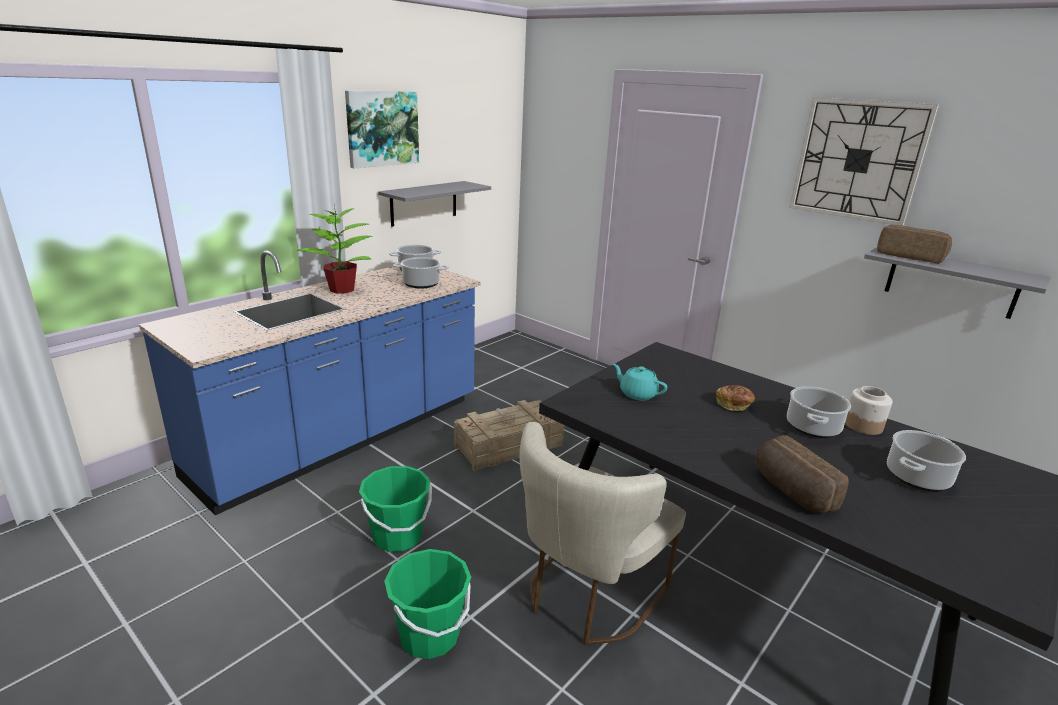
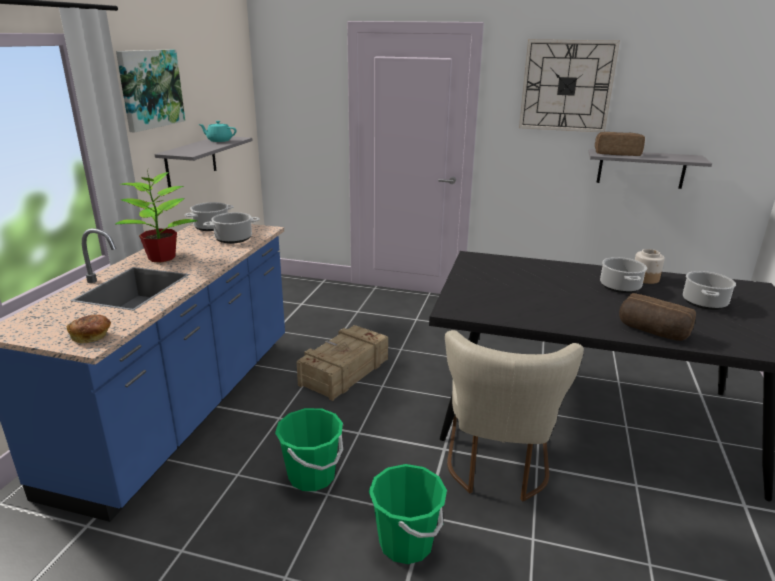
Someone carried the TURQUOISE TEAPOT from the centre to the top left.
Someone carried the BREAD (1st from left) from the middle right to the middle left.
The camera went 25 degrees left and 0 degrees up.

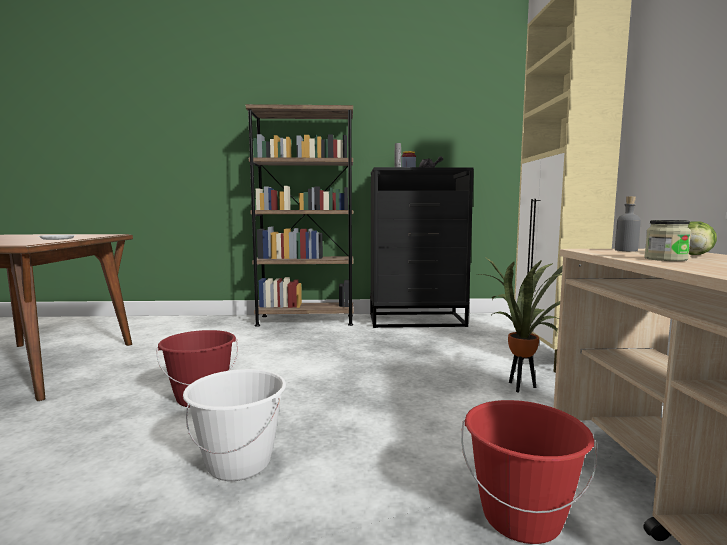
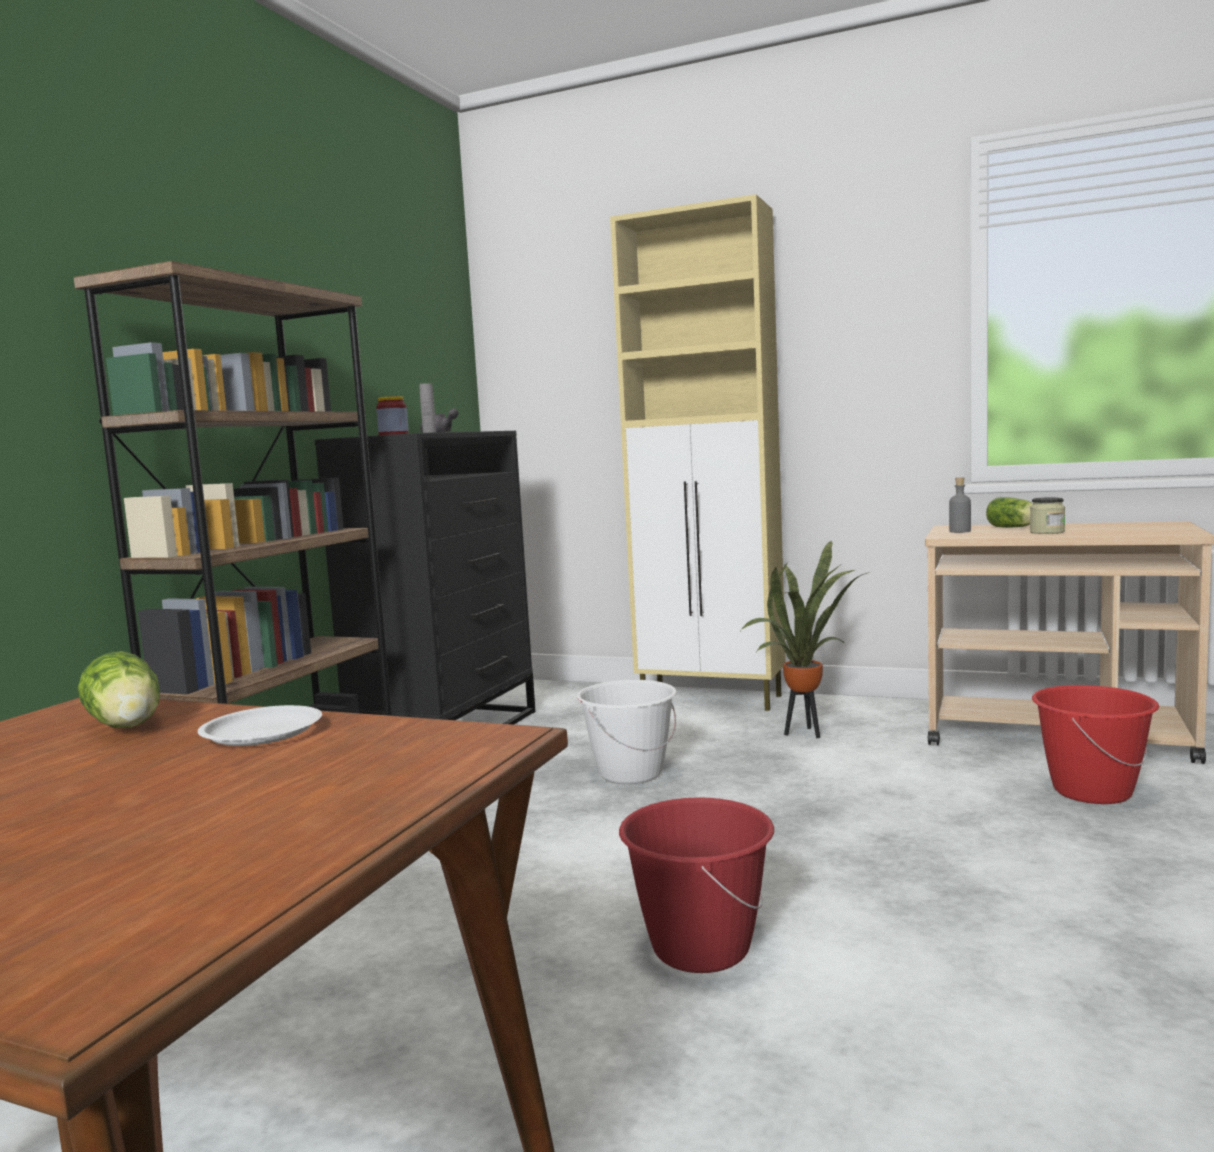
Someone put down the LETTUCE (1st from left) at the middle left.
Someone carried the WHITE BUCKET from the bottom left to the centre.
The camera went 65 degrees left and 0 degrees up.

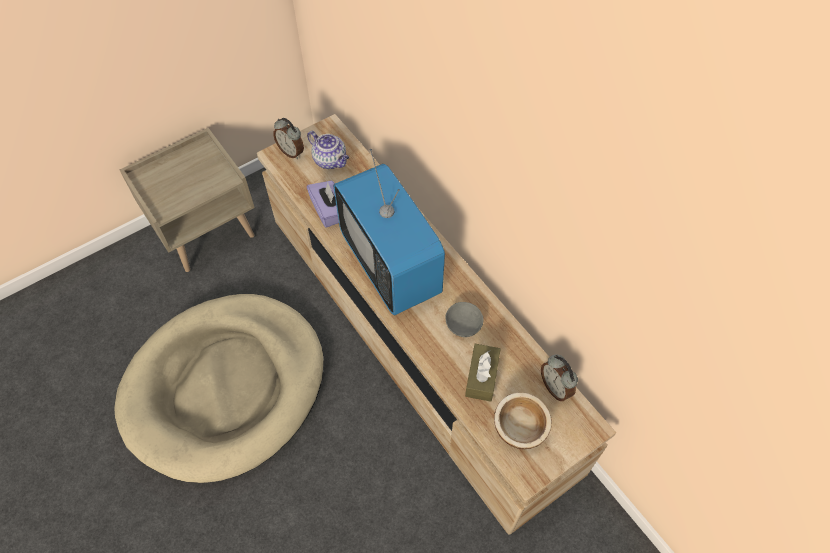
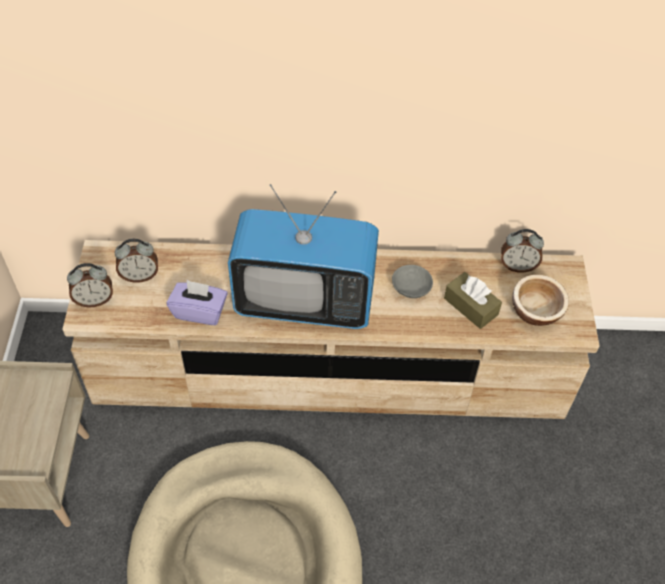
Someone swapped the TEAPOT at the top centre for the ALARM CLOCK (2nd from left) at the middle left.
The camera went 55 degrees left and 5 degrees down.

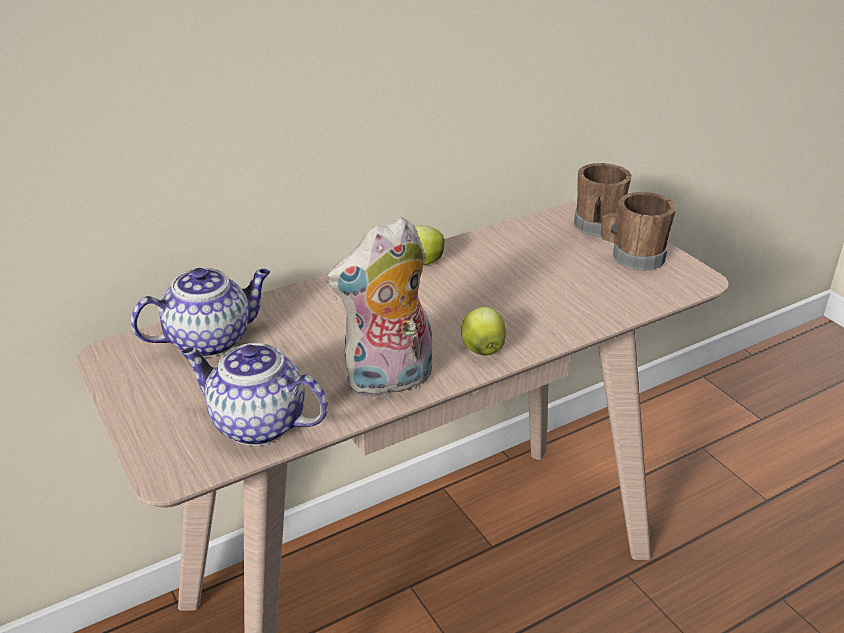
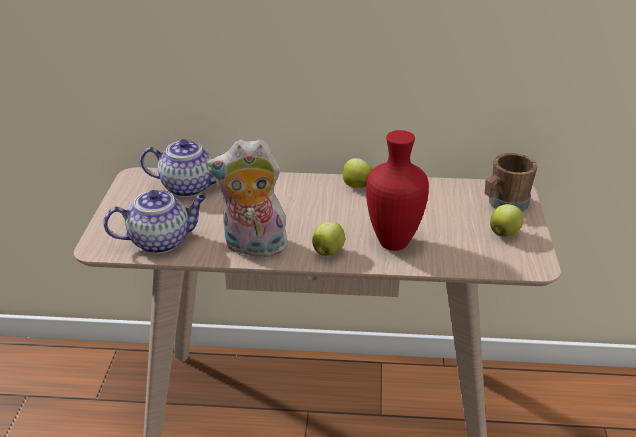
Someone put down the RED VASE at the centre.
Someone swapped the BROWN MUG (2nd from left) at the middle right for the APPLE (3rd from left) at the middle right.
Someone rotated the TEAPOT (2nd from left in the first image) at the middle left by 105 degrees clockwise.
The camera went 35 degrees right and 0 degrees up.

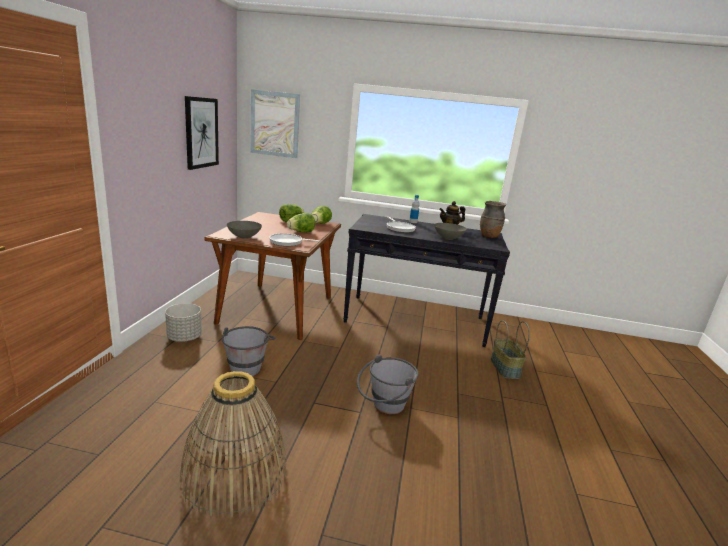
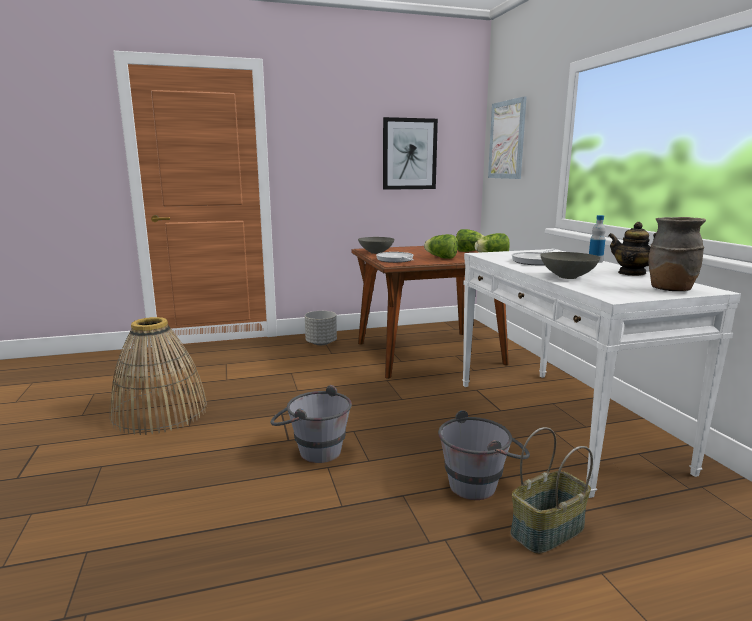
Someone carried the GREY BUCKET (1st from left in the first image) from the centre to the bottom centre.
Someone repainted the BLACK CONSOLE TABLE at the centre, which became the WHITE CONSOLE TABLE at the middle right.
The camera went 65 degrees right and 5 degrees down.

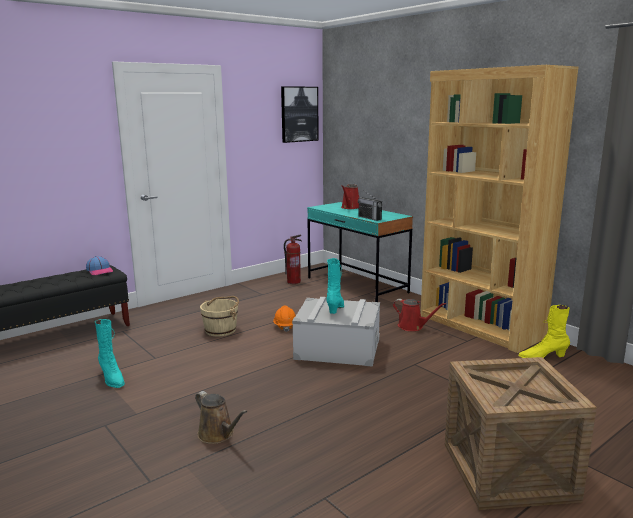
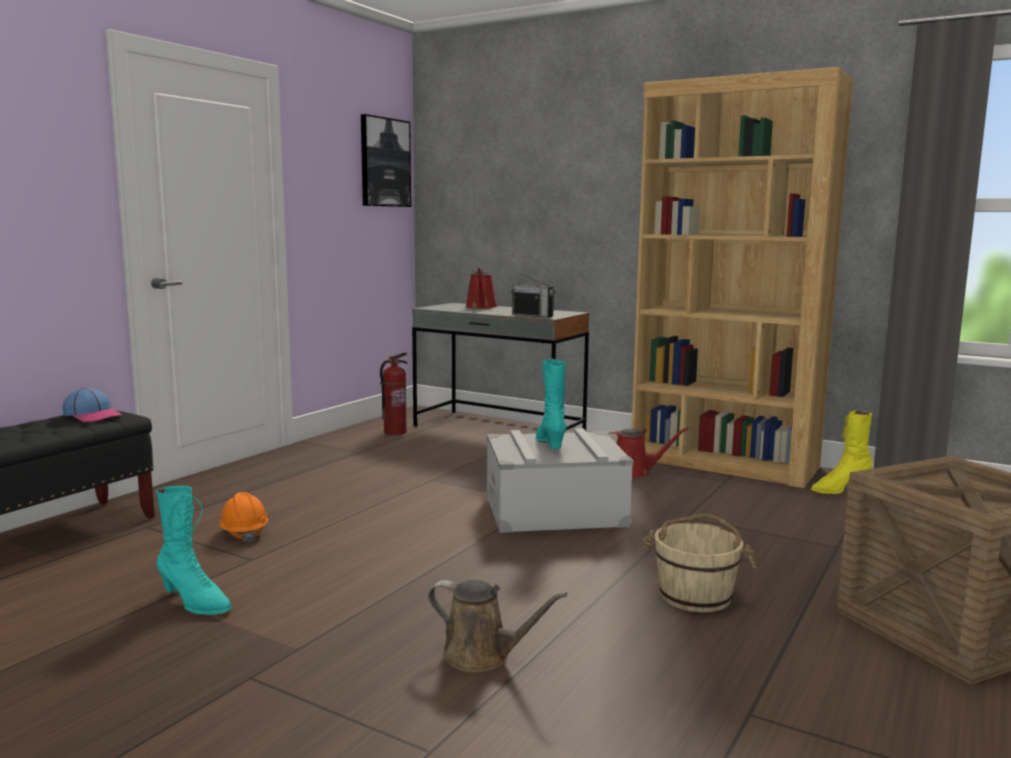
Someone carried the BEIGE BUCKET from the centre to the bottom right.
Someone carried the ORANGE HARD HAT from the centre to the bottom left.
Someone repainted the TURQUOISE DESK at the centre, which became the GREY DESK at the centre.
The camera went 20 degrees left and 5 degrees down.

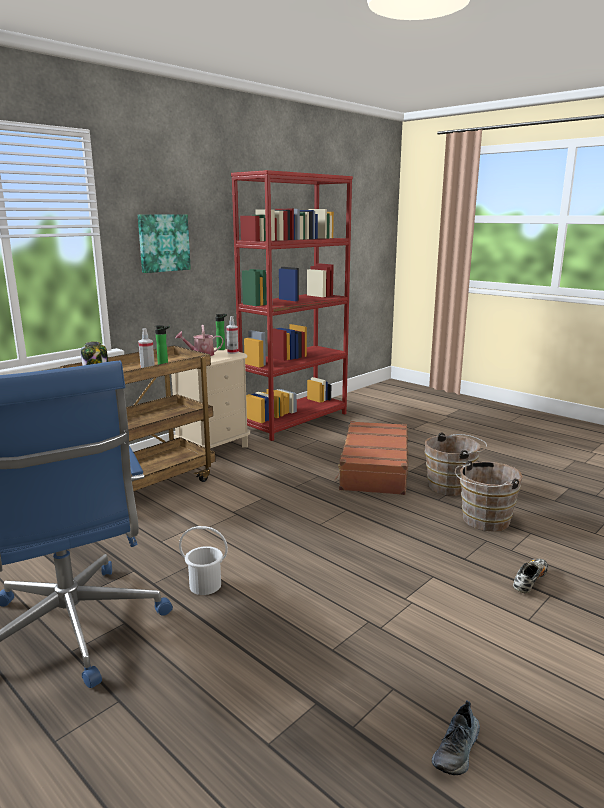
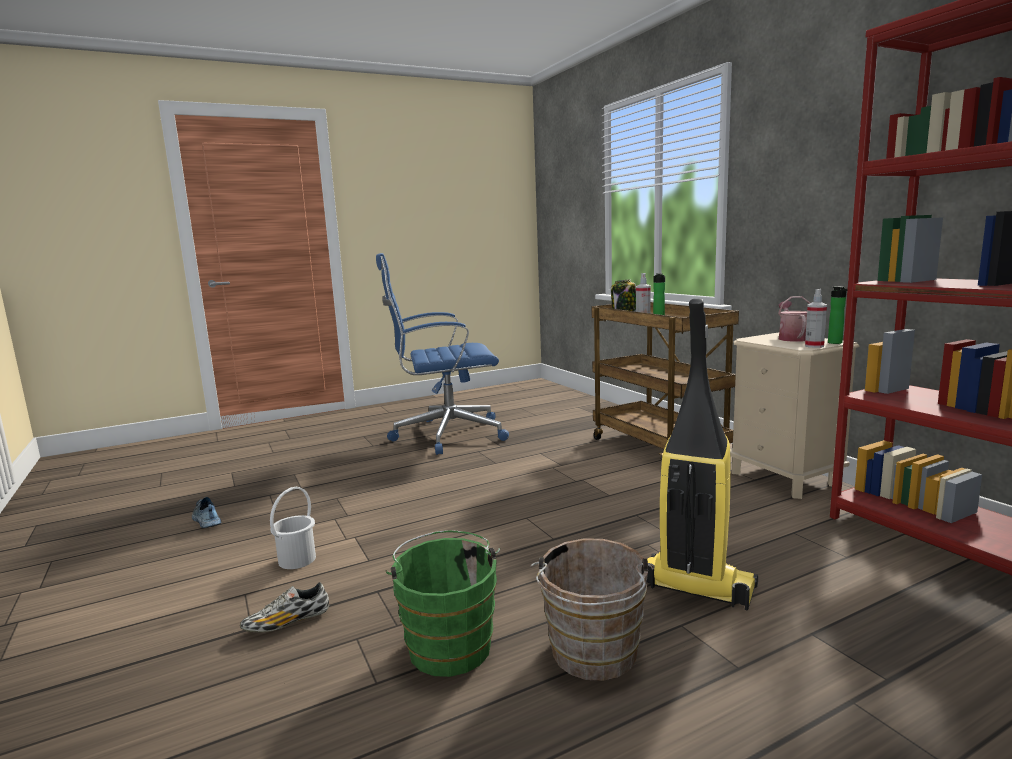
Someone took away the PICTURE at the top left.
Someone carried the WHITE BUCKET from the bottom centre to the bottom left.
Someone swapped the BROWN SUITCASE at the centre for the VACUUM CLEANER at the middle right.
Someone repainted the BROWN BUCKET (2nd from left) at the middle right, which became the GREEN BUCKET at the bottom centre.
Someone rotated the SHOE (2nd from left) at the bottom right by 90 degrees clockwise.
The camera went 110 degrees right and 5 degrees down.

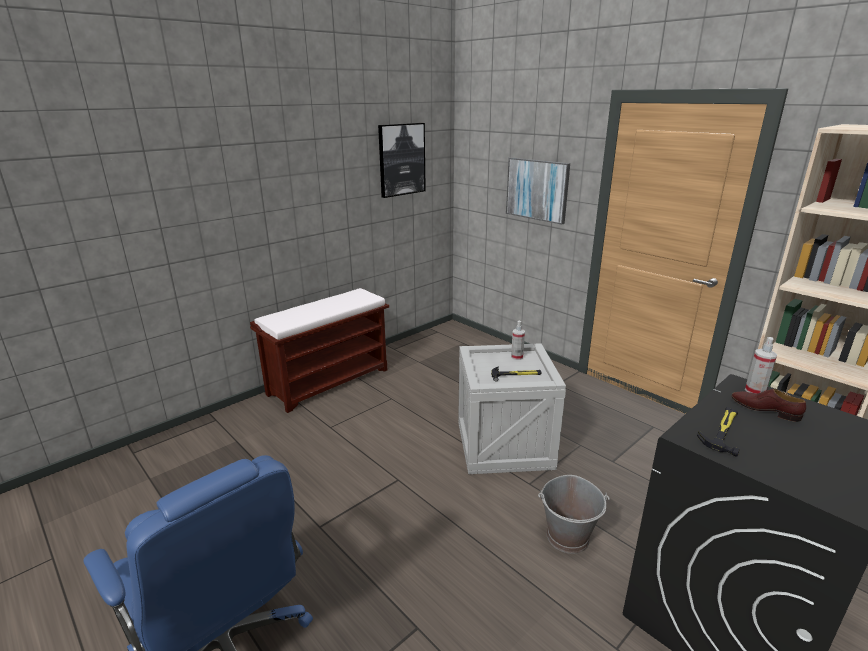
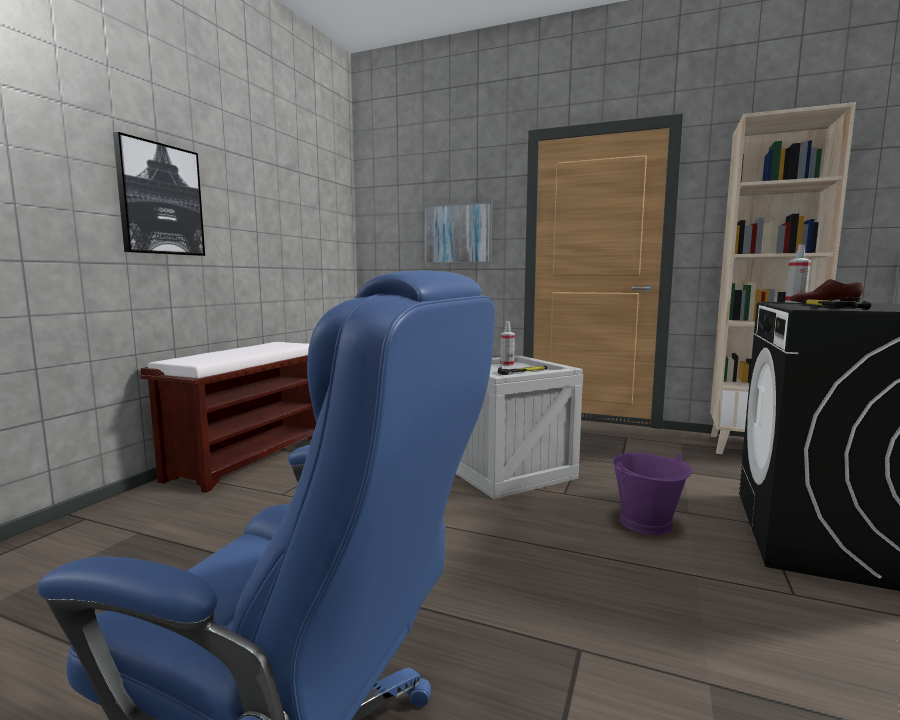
Someone carried the PICTURE (1st from left) from the top centre to the top left.
Someone repainted the GREY BUCKET at the bottom centre, which became the PURPLE BUCKET at the bottom right.
The camera went 25 degrees left and 15 degrees down.

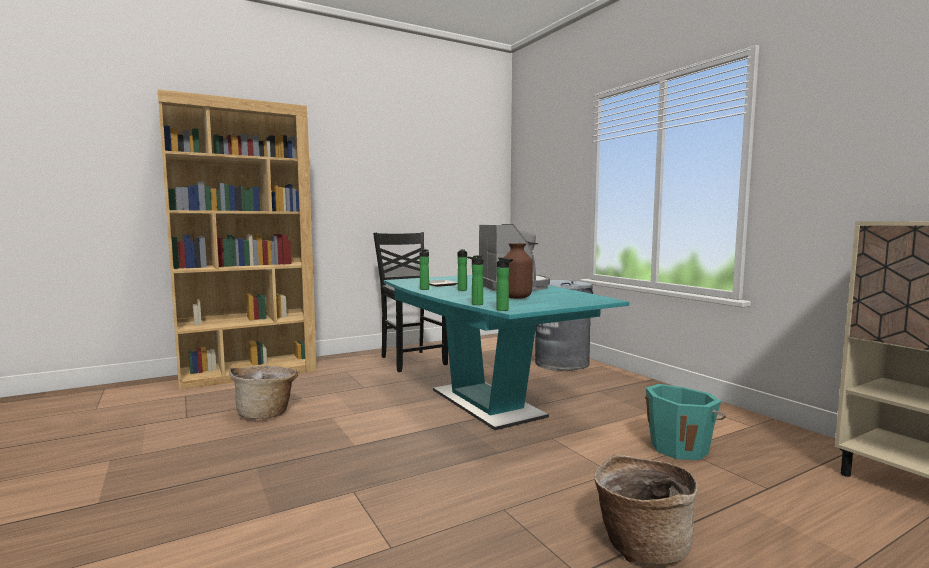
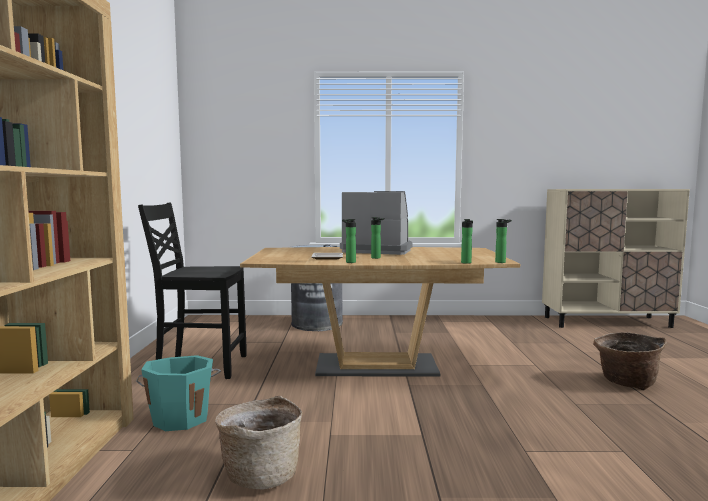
Someone took away the BROWN VASE at the centre.
Someone carried the TURQUOISE BUCKET from the bottom right to the bottom left.
Someone repainted the TURQUOISE DINING TABLE at the centre, which became the BROWN DINING TABLE at the centre.
The camera went 60 degrees left and 0 degrees up.

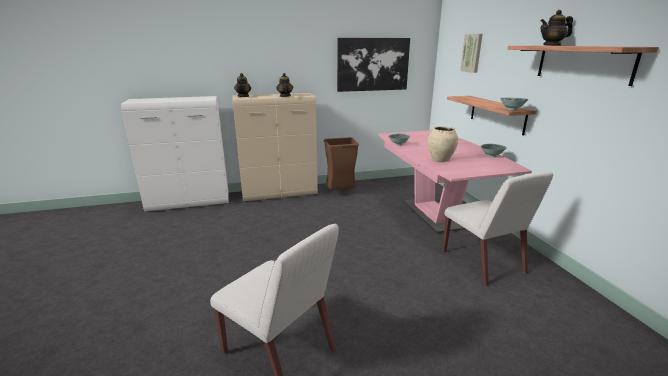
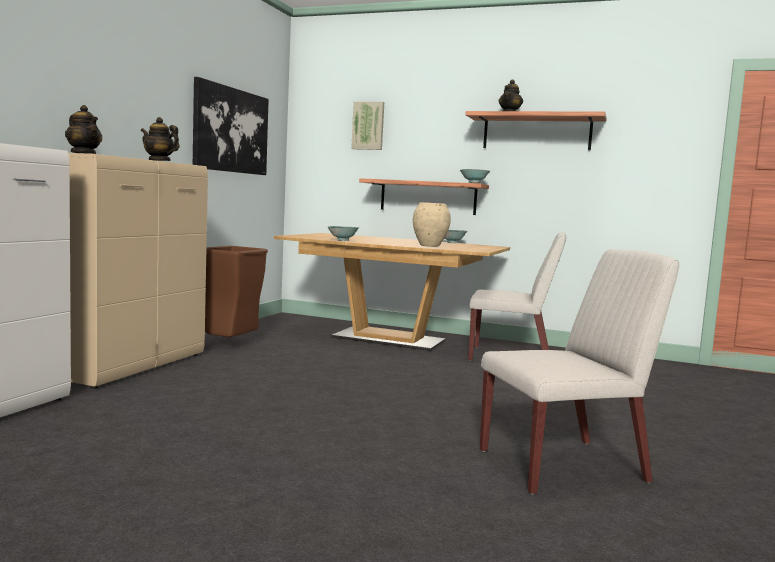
Someone repainted the PINK DINING TABLE at the middle right, which became the BROWN DINING TABLE at the centre.
The camera went 55 degrees left and 15 degrees down.

